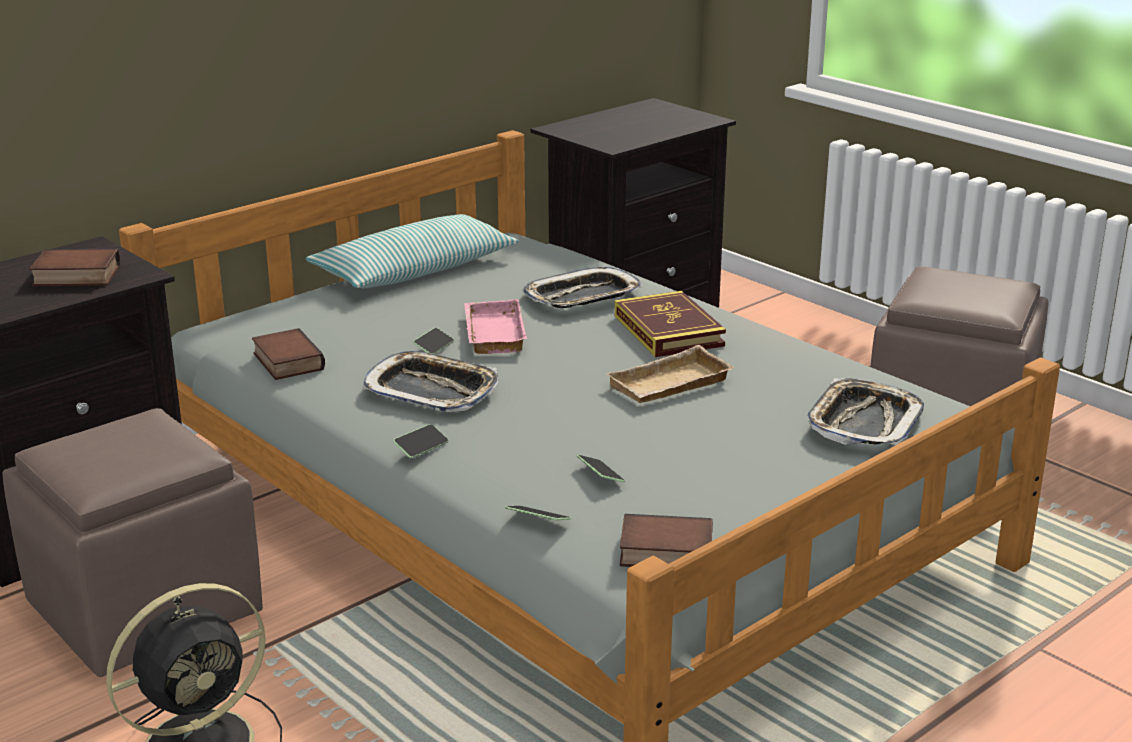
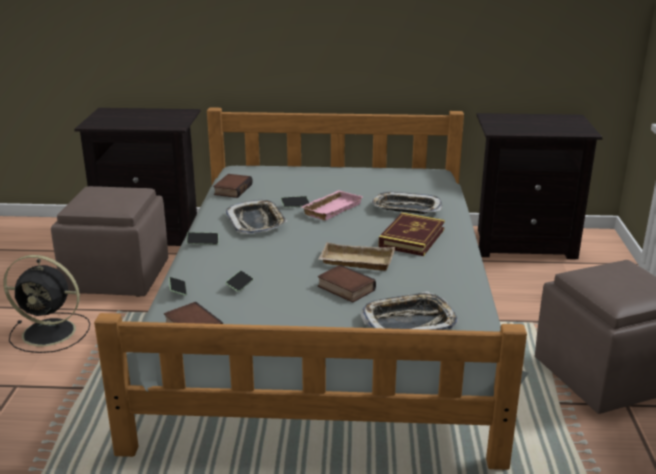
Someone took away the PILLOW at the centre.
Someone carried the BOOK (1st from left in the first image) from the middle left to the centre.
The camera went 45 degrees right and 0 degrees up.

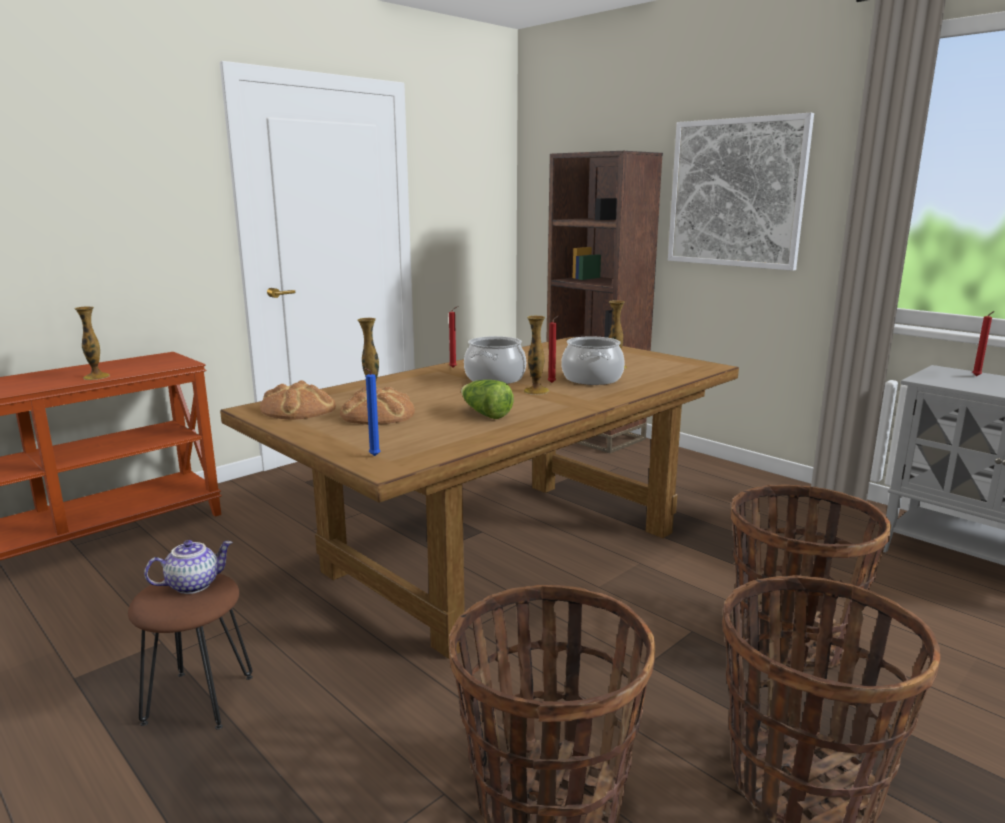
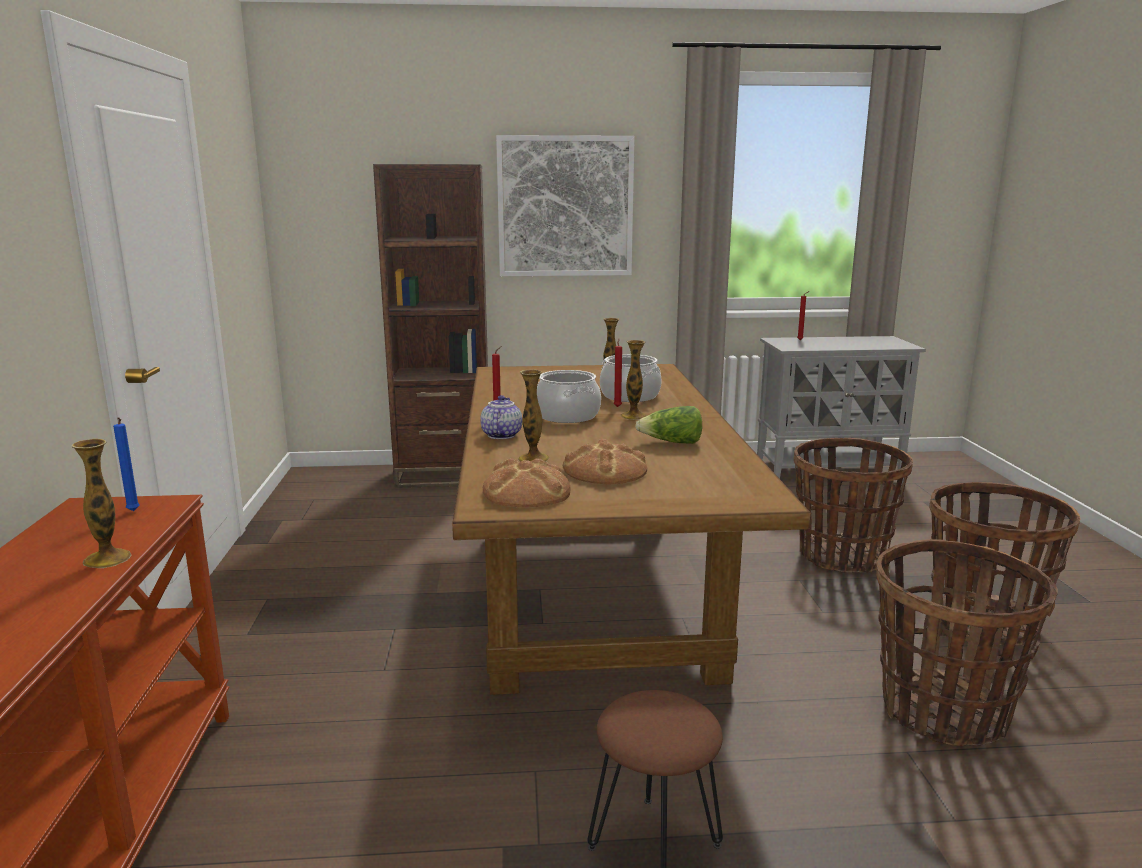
Someone carried the TEAPOT from the bottom left to the centre.
Someone carried the BLUE CANDLE from the centre to the middle left.
The camera went 50 degrees left and 0 degrees up.

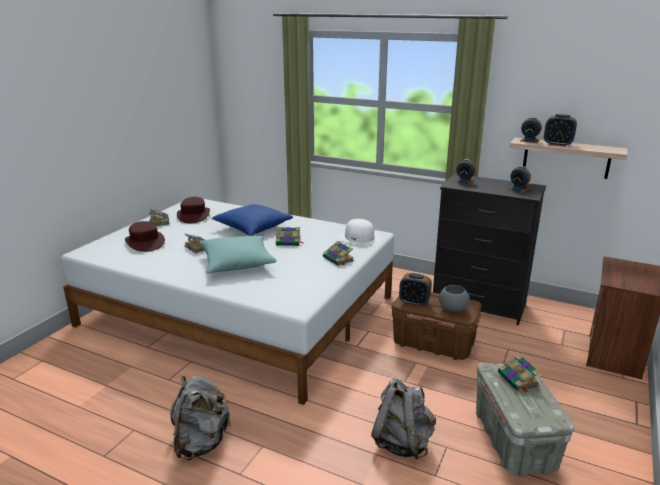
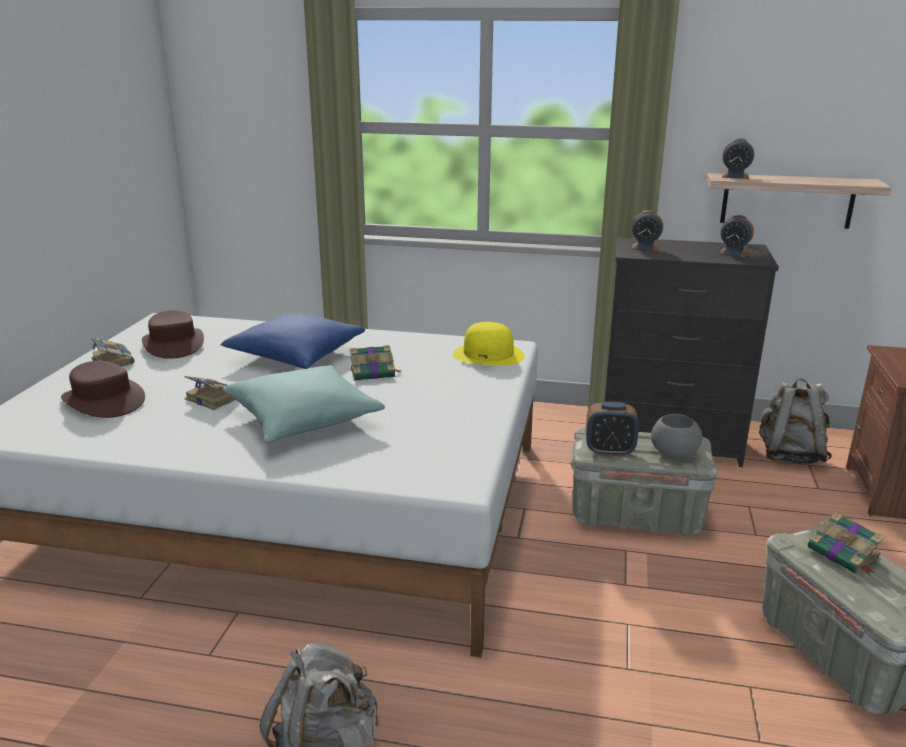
Someone took away the BOOK (4th from left) at the centre.
Someone took away the ALARM CLOCK (5th from left) at the top right.
Someone carried the GREY BACKPACK (2nd from left) from the bottom centre to the middle right.
Someone repainted the WHITE HAT at the centre, which became the YELLOW HAT at the centre.
Someone repainted the BROWN STORAGE BOX at the bottom centre, which became the GREY STORAGE BOX (1st from left) at the middle right.
The camera went 15 degrees left and 0 degrees up.

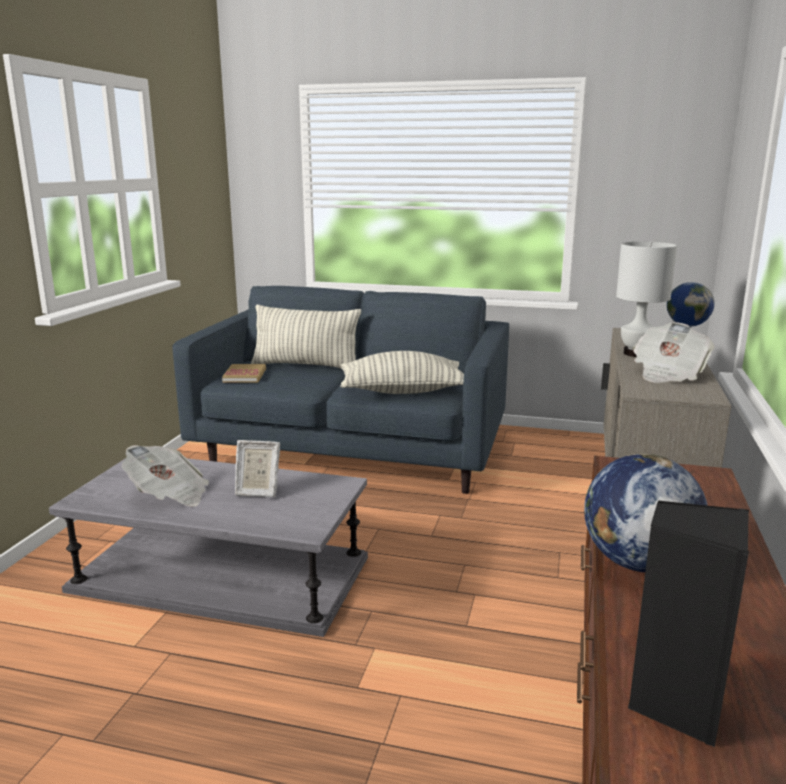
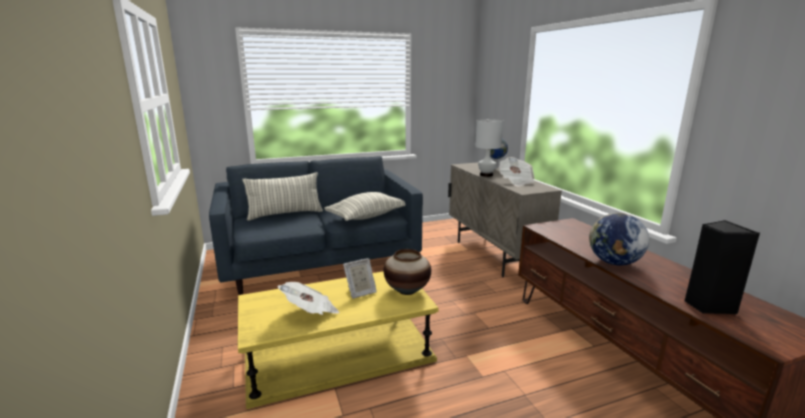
Someone took away the BOOK at the middle left.
Someone put down the VASE at the centre.
Someone repainted the GREY COFFEE TABLE at the bottom left, which became the YELLOW COFFEE TABLE at the bottom centre.
The camera went 35 degrees left and 0 degrees up.

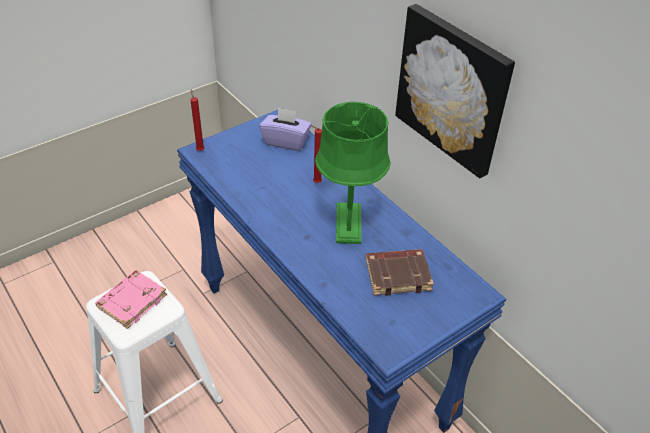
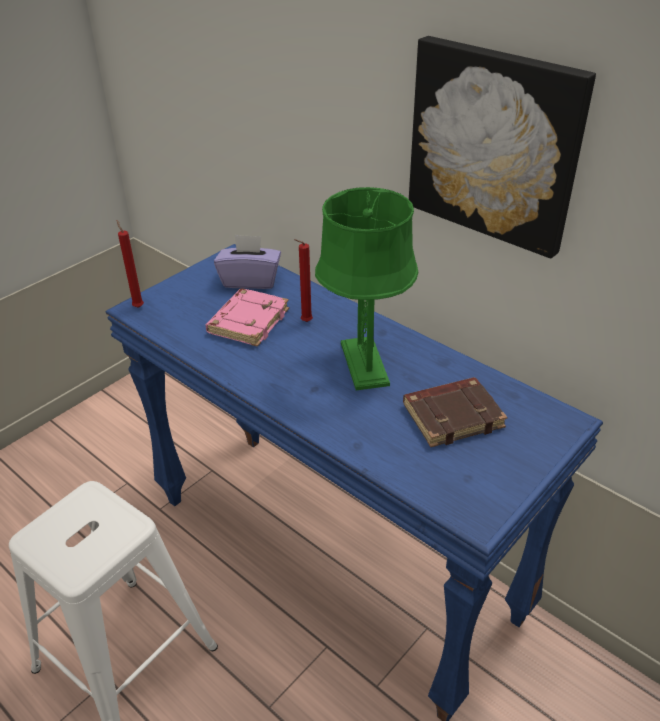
Someone carried the PINK BOOK from the bottom left to the centre.
The camera went 10 degrees left and 5 degrees down.

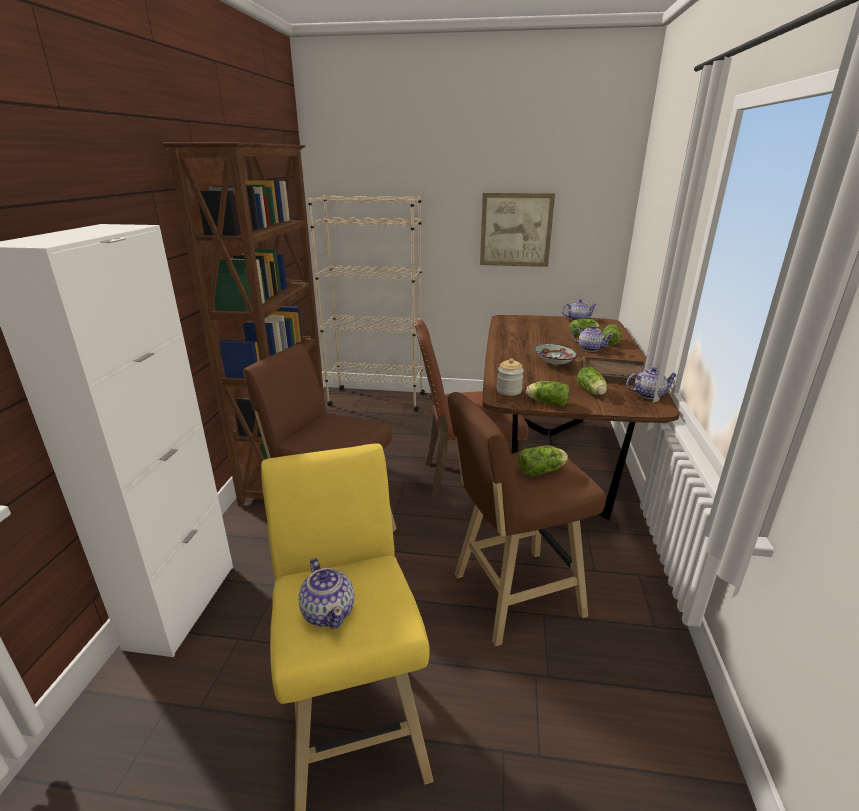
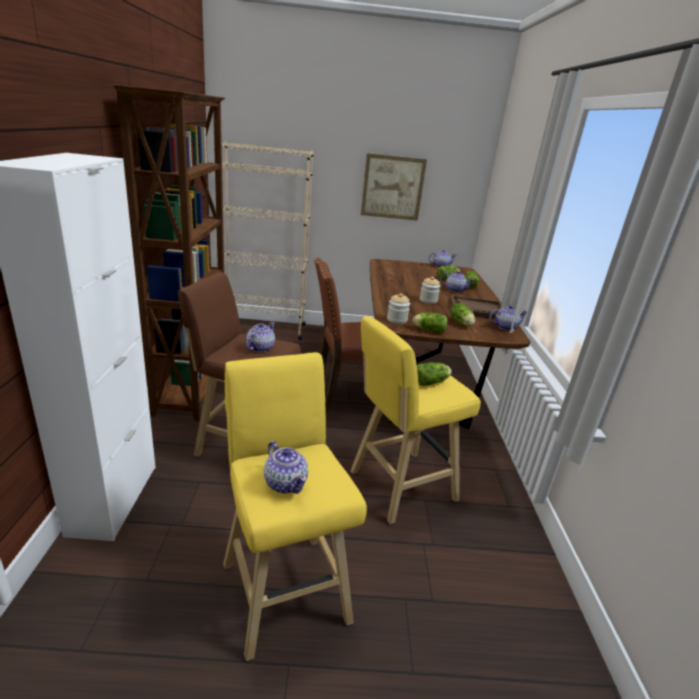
Someone put down the TEAPOT (1st from left) at the centre.
Someone swapped the BOWL at the centre for the JAR (2nd from left) at the centre.
Someone repainted the BROWN STOOL (2nd from left) at the centre, which became the YELLOW STOOL (2nd from left) at the centre.
The camera went 10 degrees left and 0 degrees up.

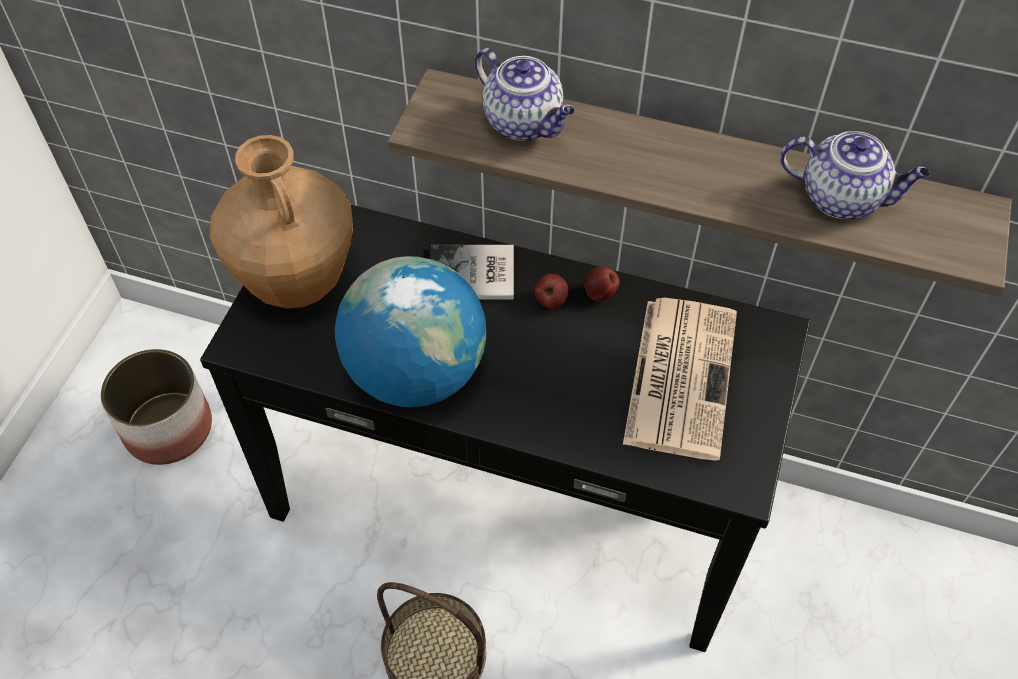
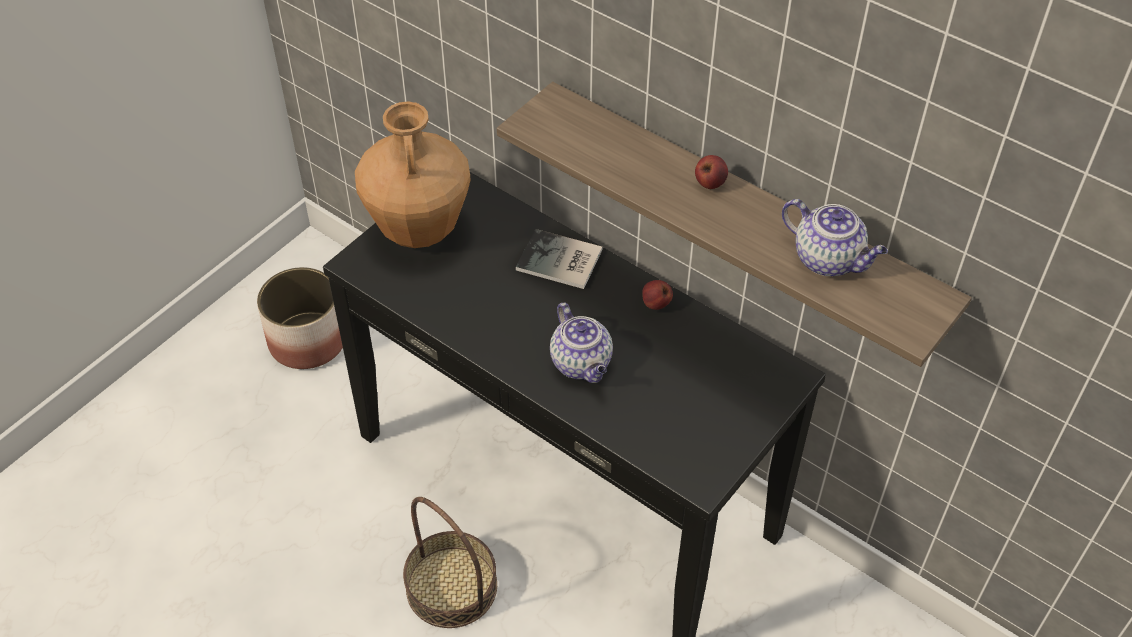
Someone took away the GLOBE at the centre.
Someone took away the NEWSPAPER at the middle right.
Someone carried the TEAPOT (1st from left) from the top centre to the centre.
Someone carried the APPLE (1st from left in the first image) from the centre to the top centre.
The camera went 20 degrees right and 5 degrees down.

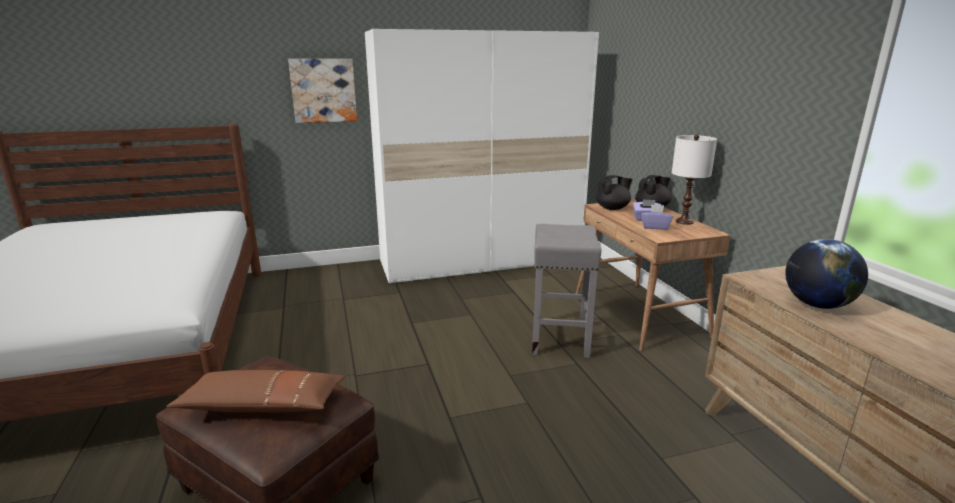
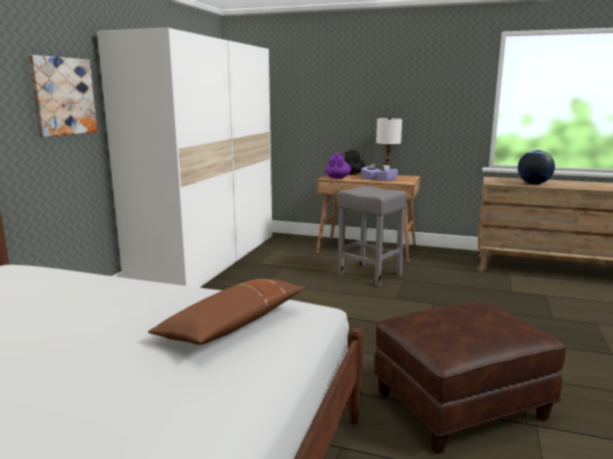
Someone carried the BROWN PILLOW from the bottom left to the bottom centre.
Someone repainted the BLACK TEAPOT (1st from left) at the centre, which became the PURPLE TEAPOT at the centre.
The camera went 55 degrees left and 5 degrees down.

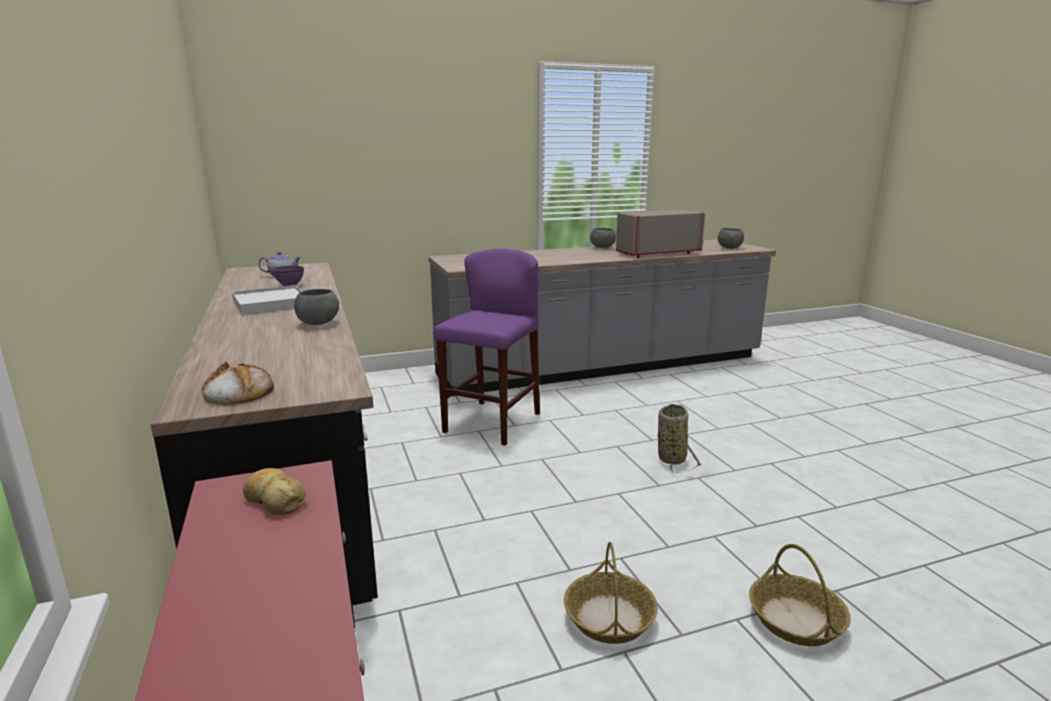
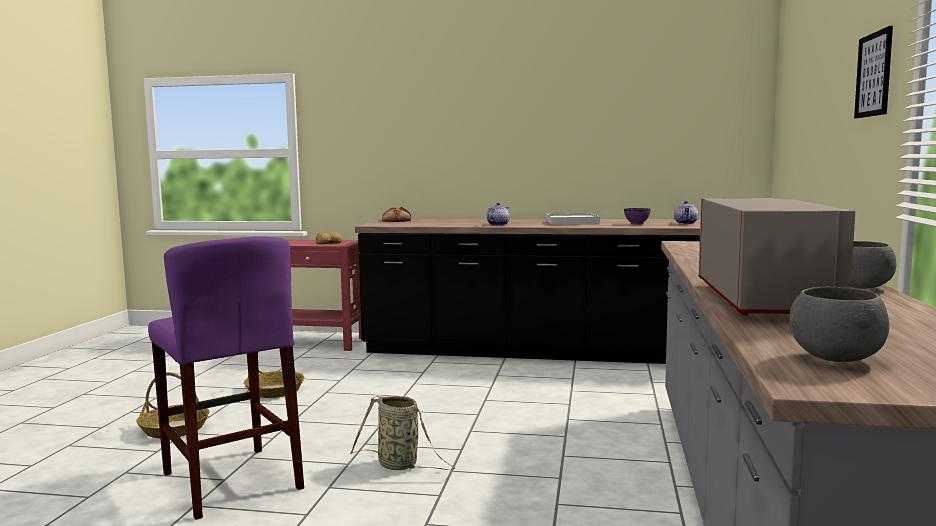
Someone put up the PICTURE at the top right.
Someone carried the PURPLE STOOL from the centre to the bottom left.
Someone swapped the GREY BOWL (1st from left) at the middle left for the TEAPOT (1st from left) at the centre.
The camera went 120 degrees right and 10 degrees down.

